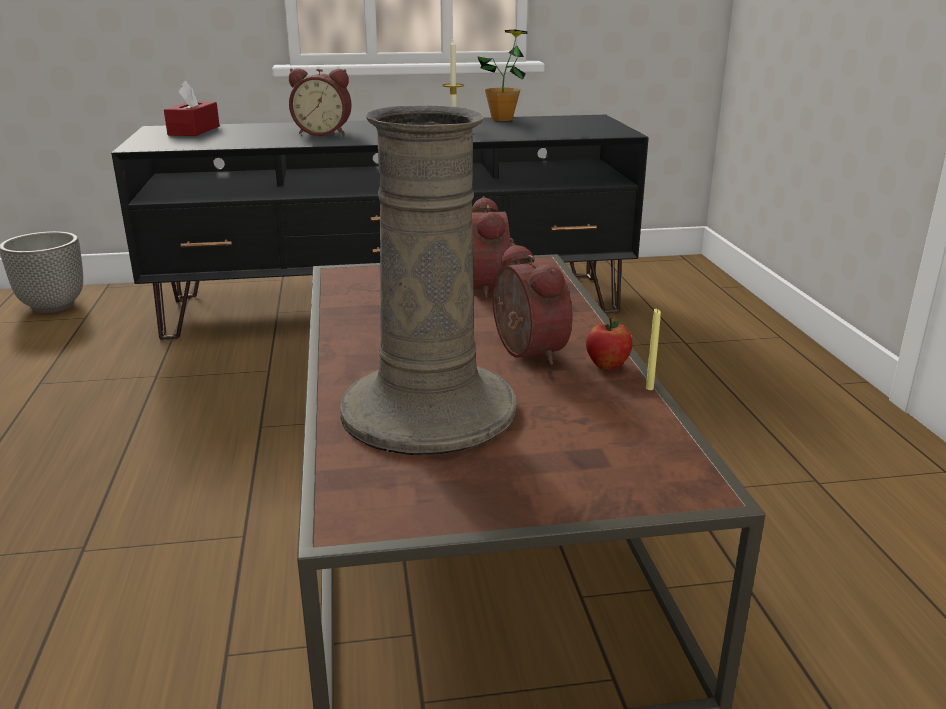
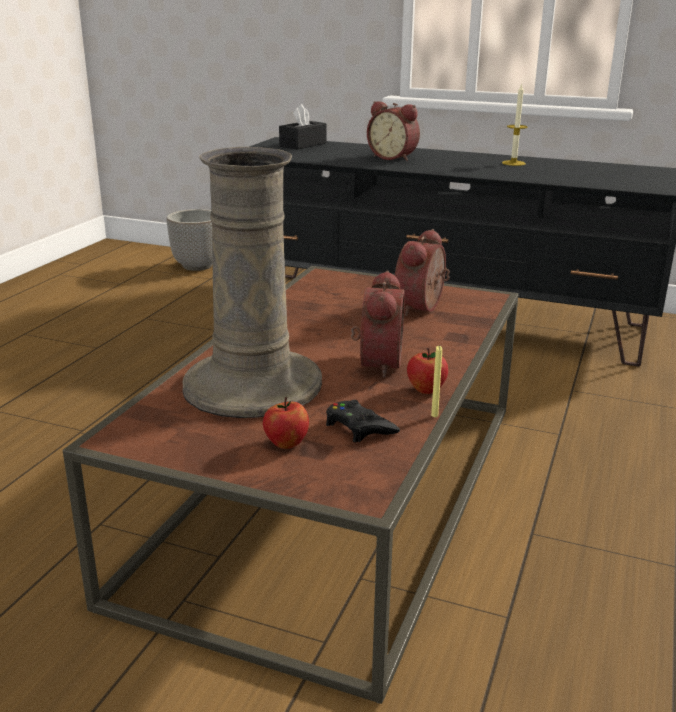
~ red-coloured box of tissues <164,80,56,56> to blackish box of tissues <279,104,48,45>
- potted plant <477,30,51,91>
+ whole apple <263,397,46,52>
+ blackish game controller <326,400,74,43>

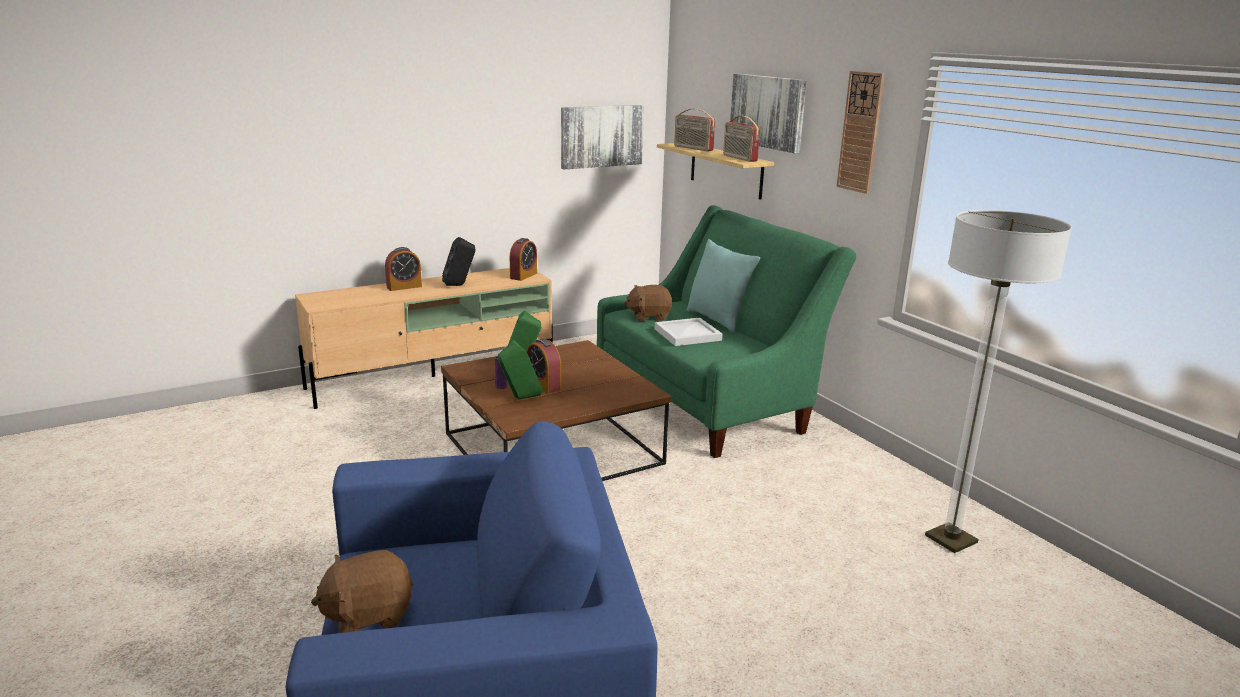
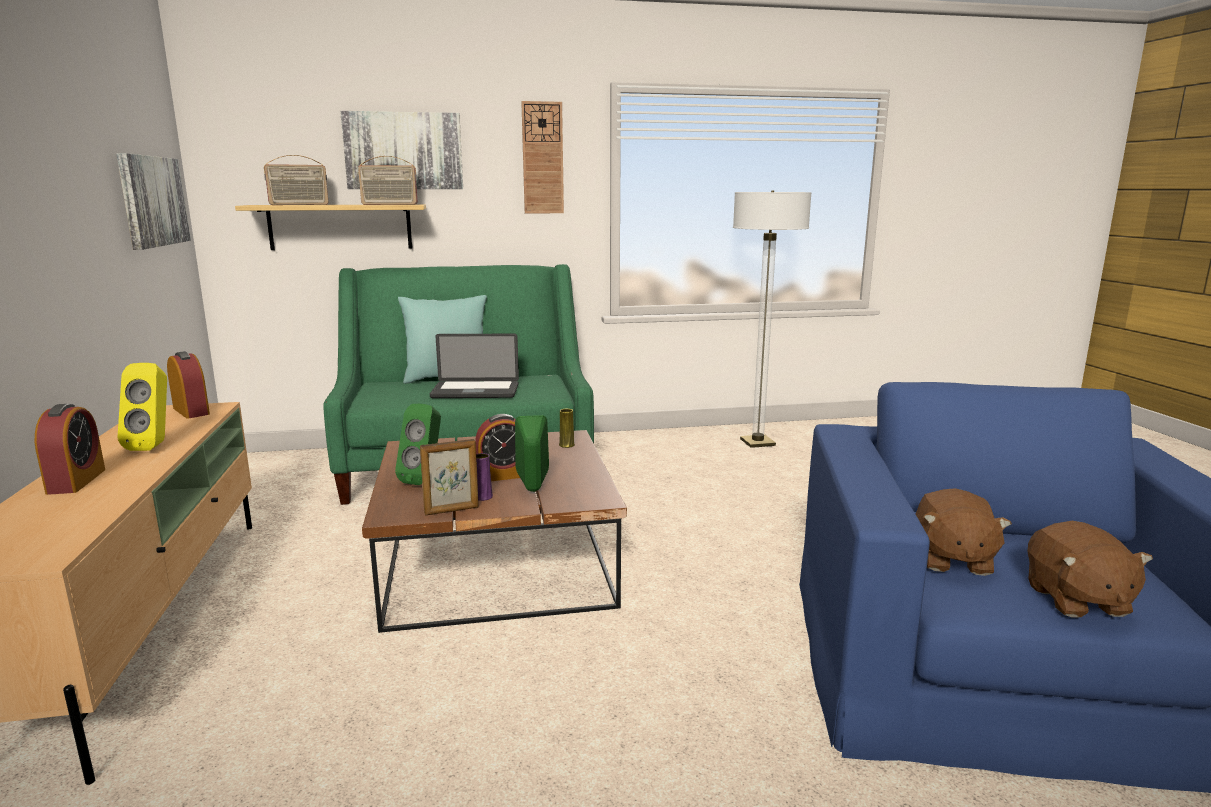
~ blackish loudspeaker <442,237,33,49> to yellow loudspeaker <118,363,49,88>
~ brown-coloured plush toy <624,285,48,36> to <916,488,96,88>
~ white tray <655,318,67,28> to portable computer <430,334,89,64>
+ photo frame <420,439,59,76>
+ yellow flower vase <559,409,16,39>

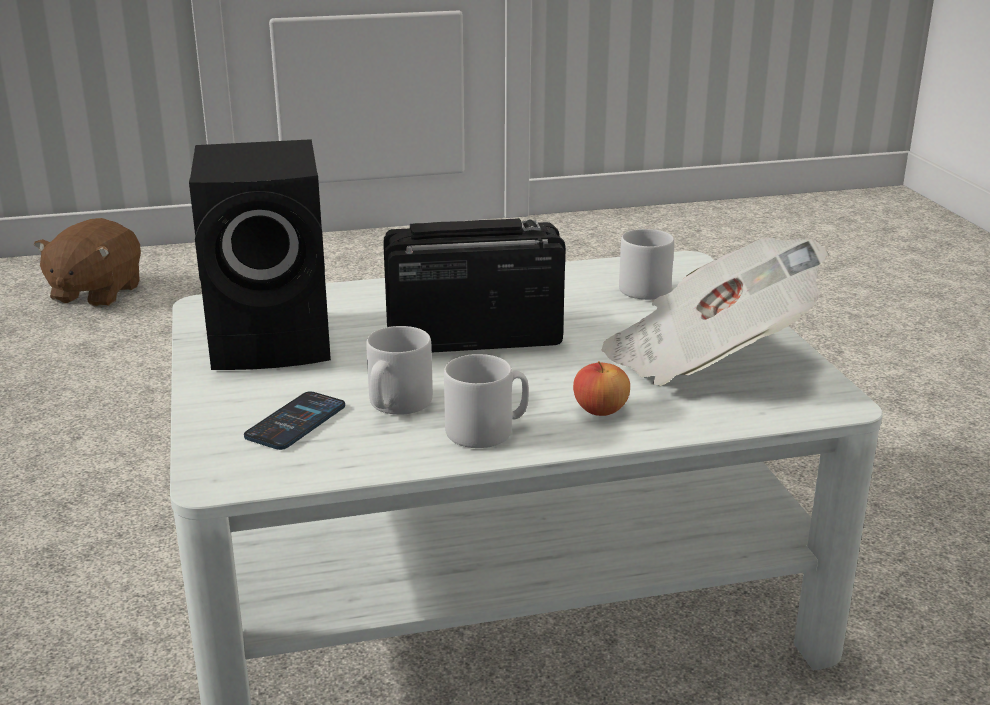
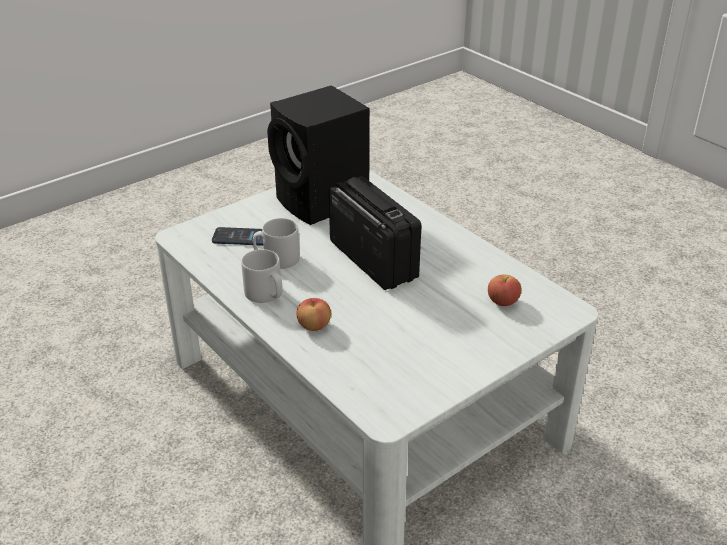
- brown-coloured plush toy <34,218,107,90>
- printed paper <602,237,227,149>
~ greyish tea mug <619,229,55,71> to whole apple <488,275,33,31>

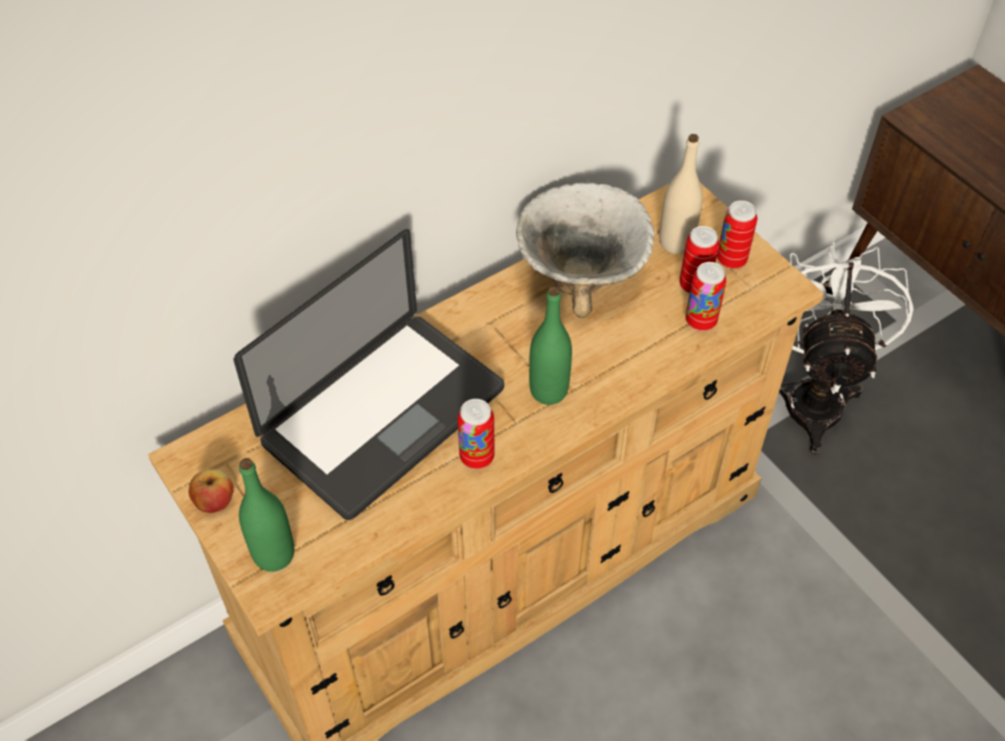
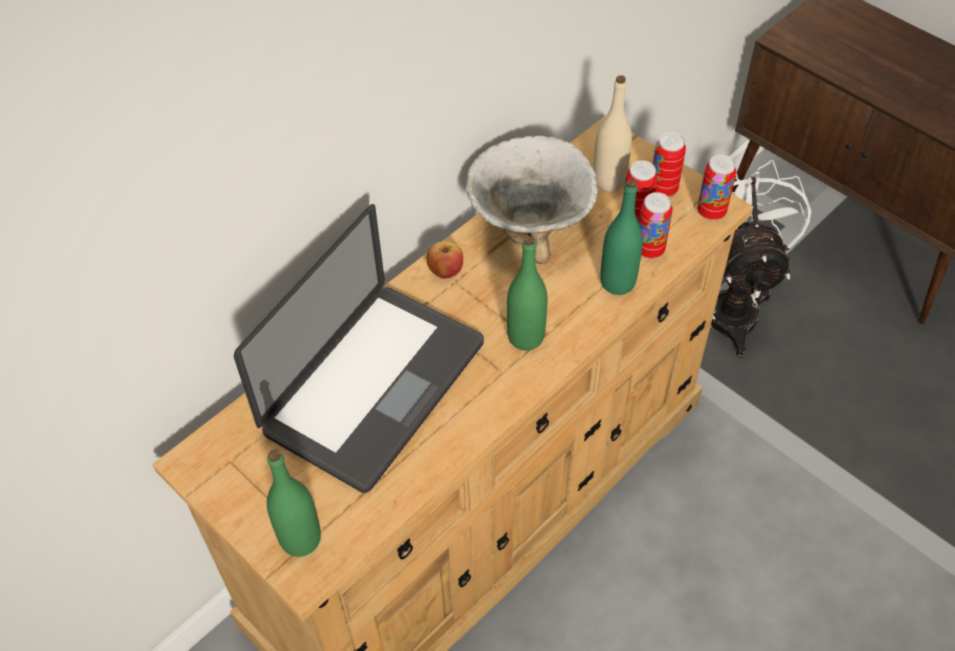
~ whole apple <189,469,44,44> to <426,241,37,38>
~ sealed can <458,399,37,70> to <697,155,39,65>
+ greenish drink bottle <600,179,43,116>

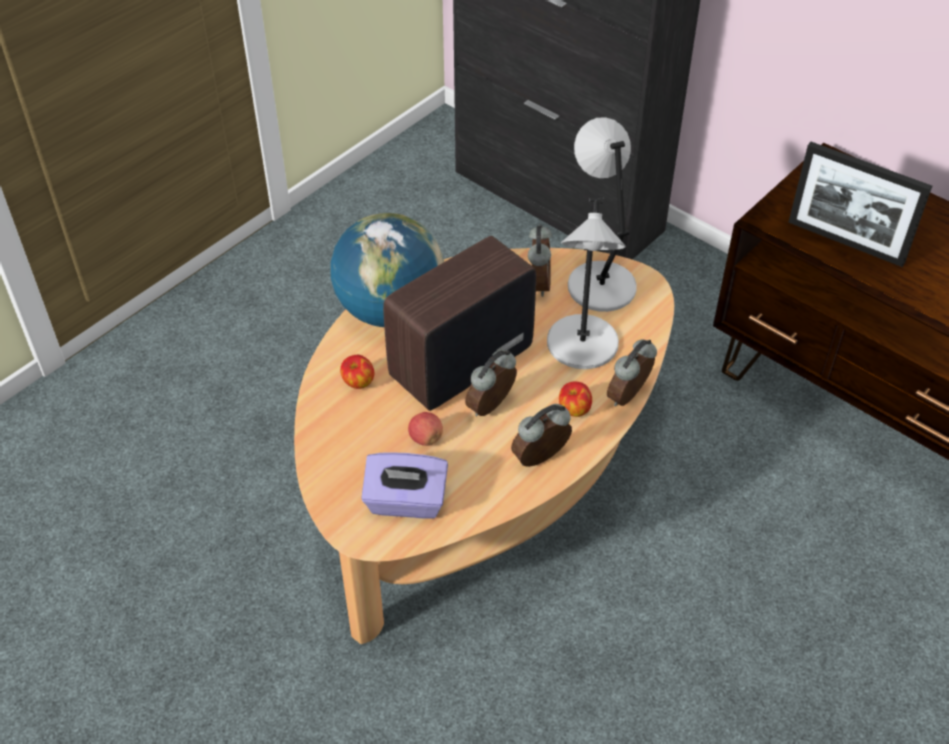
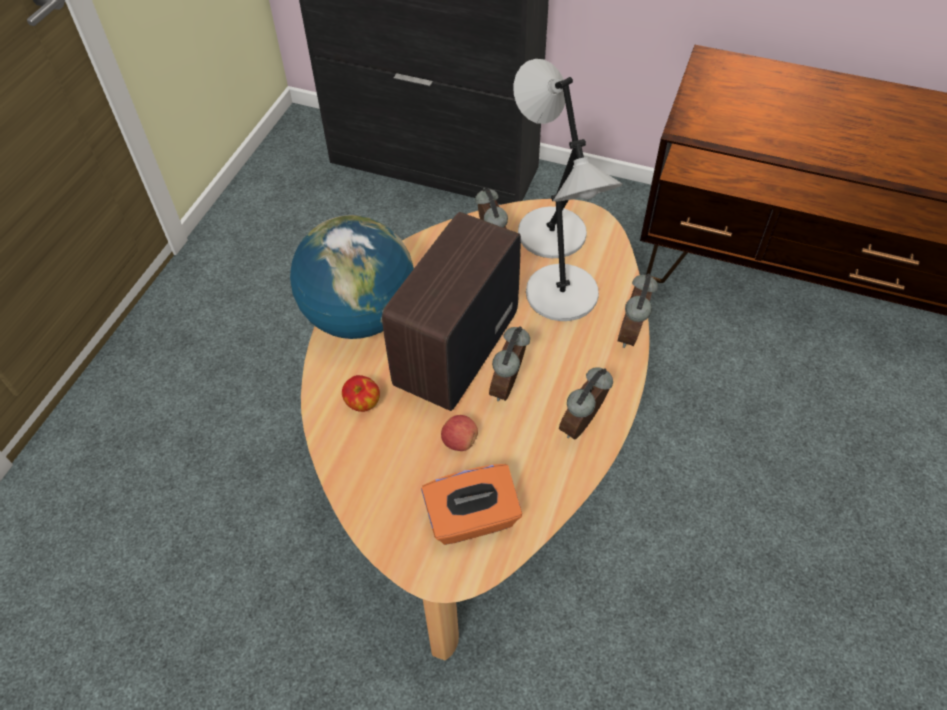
~ purple box of tissues <361,452,87,67> to orange-coloured box of tissues <421,464,101,81>
- whole apple <559,382,33,35>
- photo frame <788,142,144,125>

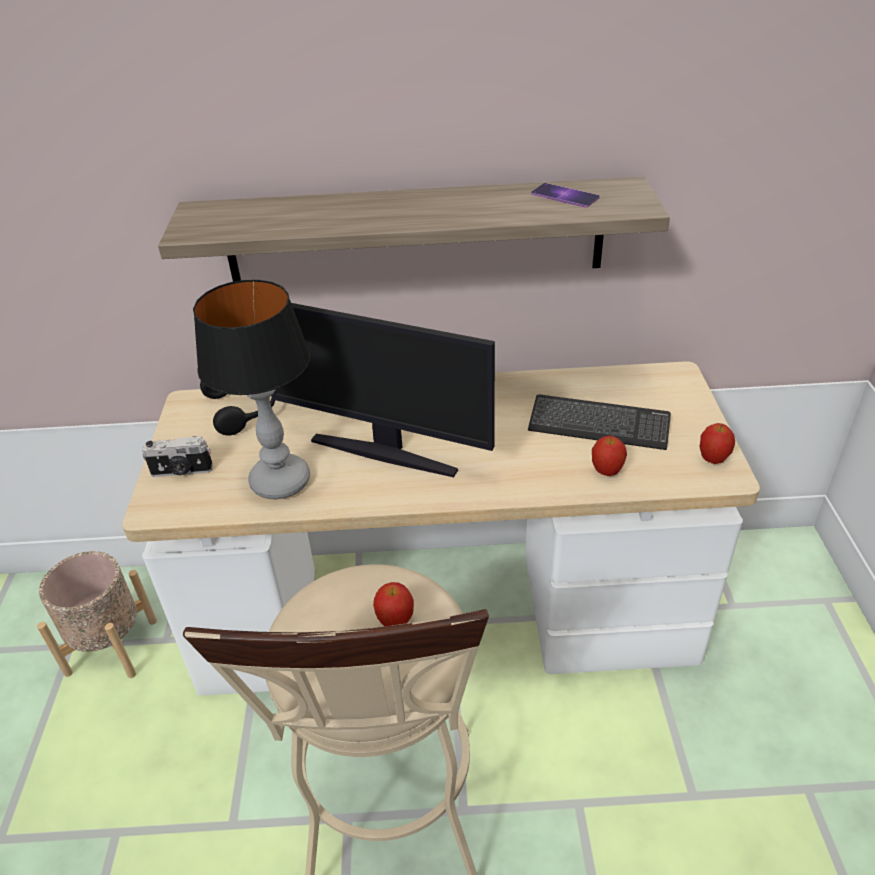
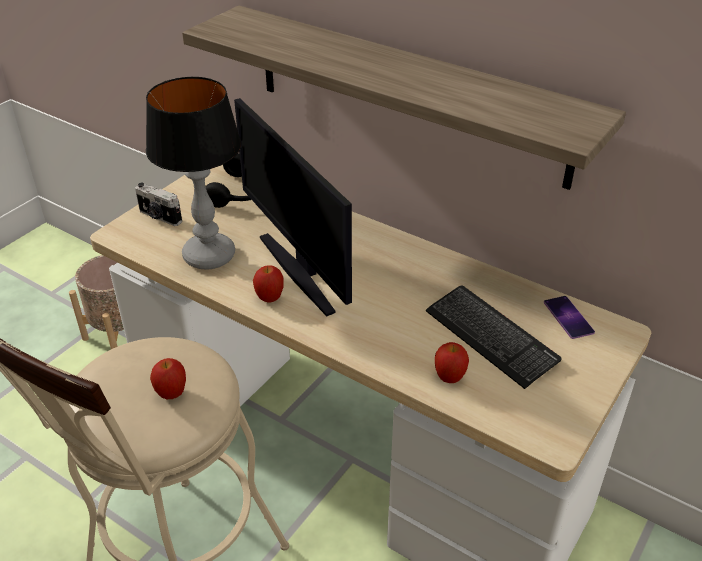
~ handset <531,183,69,25> to <544,296,51,43>
~ whole apple <699,423,36,41> to <253,265,31,38>

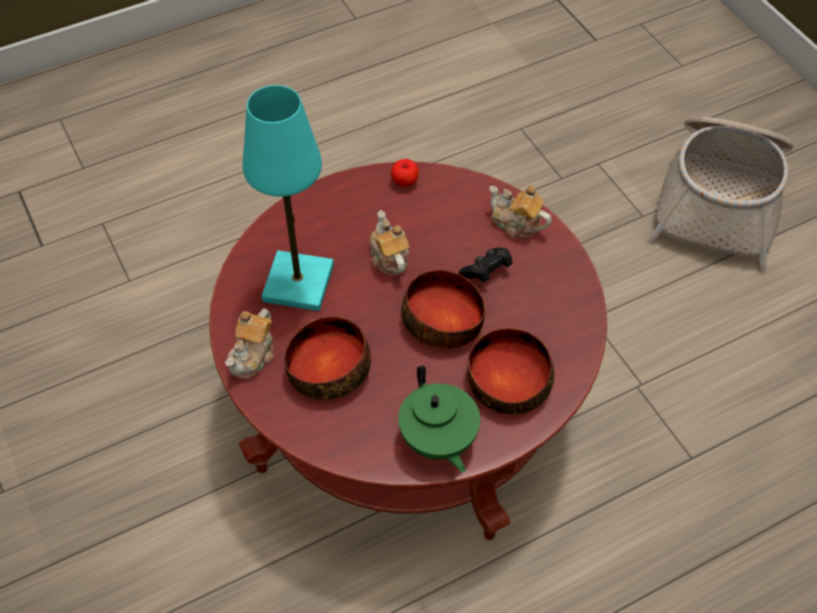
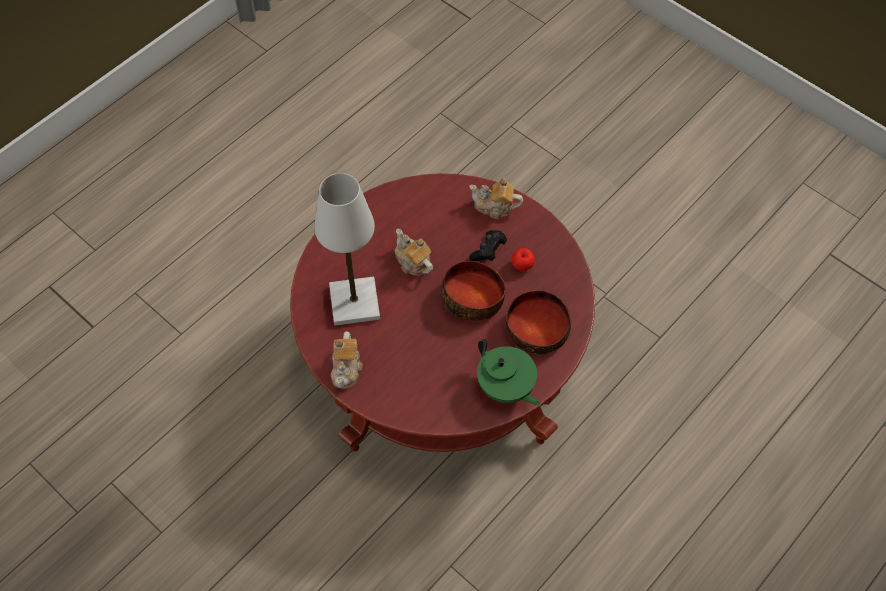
~ turquoise lamp for a table <242,85,92,226> to white lamp for a table <314,173,66,153>
- deep dish <284,316,87,84>
~ whole apple <391,159,28,28> to <511,248,24,23>
- household basket <648,117,146,154>

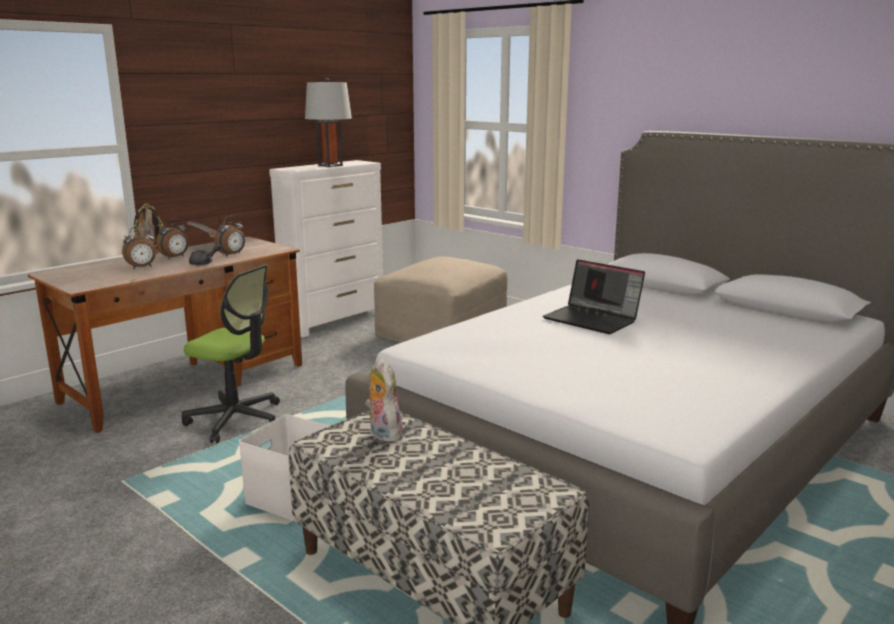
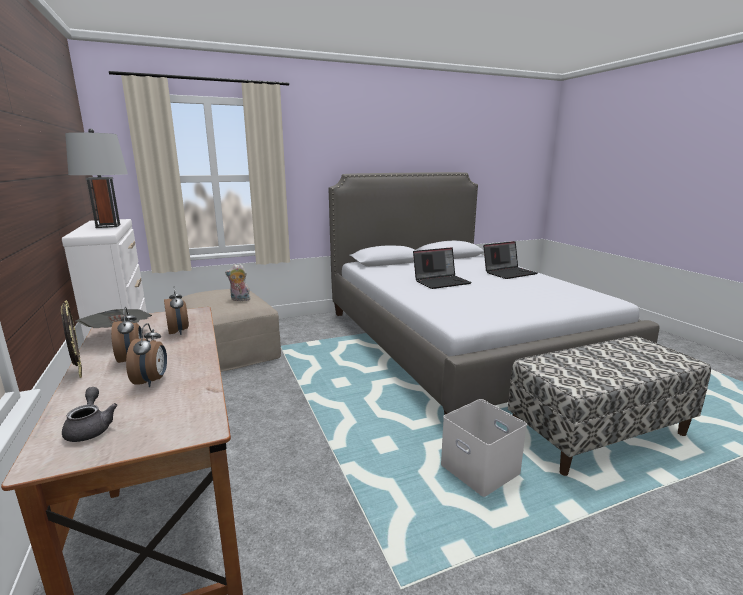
- office chair <182,264,98,179>
~ greyish tea pot <189,243,32,22> to <62,387,56,55>
~ plush toy <365,358,37,84> to <225,264,26,37>
+ portable computer <483,241,55,38>

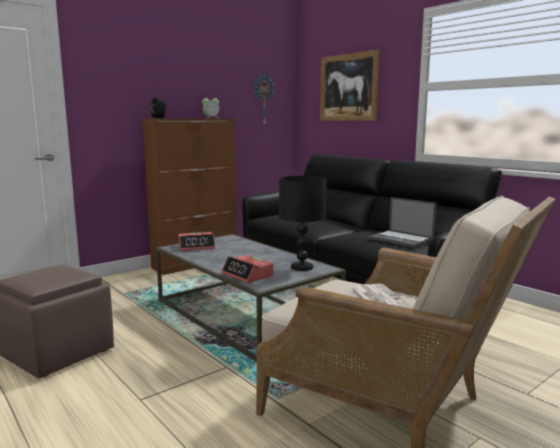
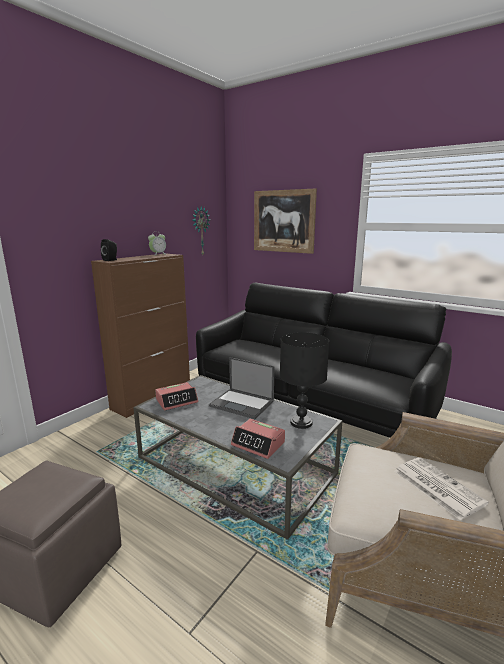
~ portable computer <368,197,68,51> to <209,357,65,62>

